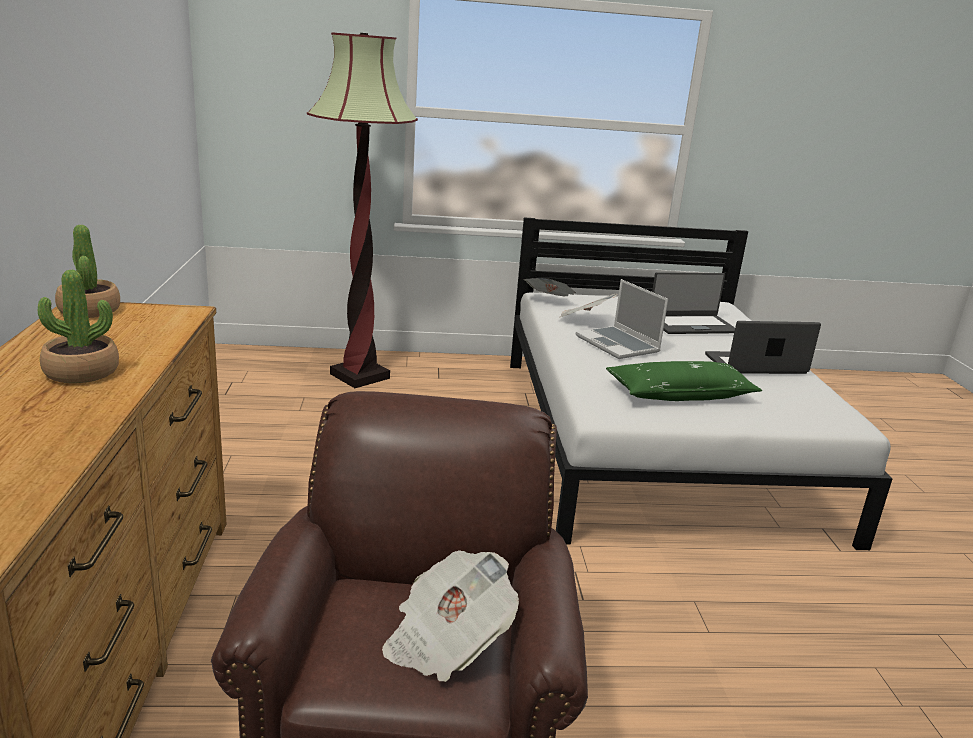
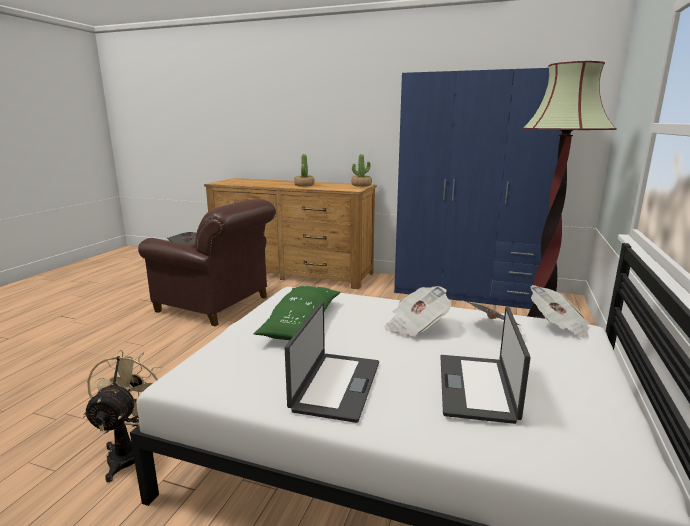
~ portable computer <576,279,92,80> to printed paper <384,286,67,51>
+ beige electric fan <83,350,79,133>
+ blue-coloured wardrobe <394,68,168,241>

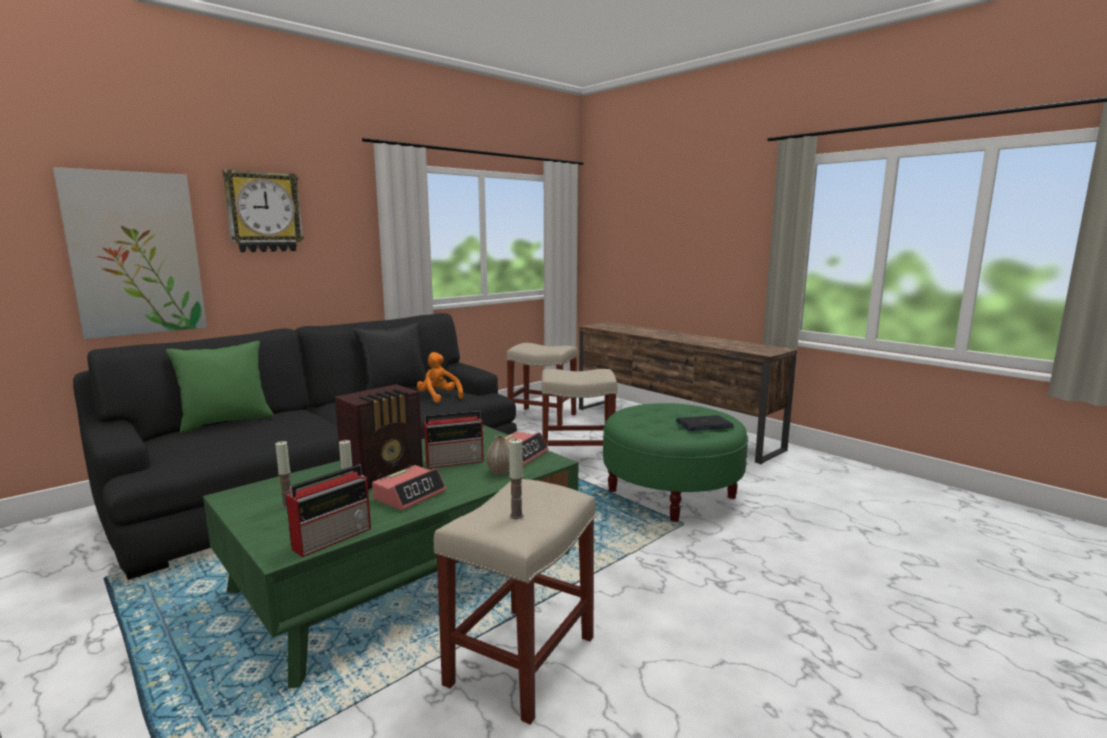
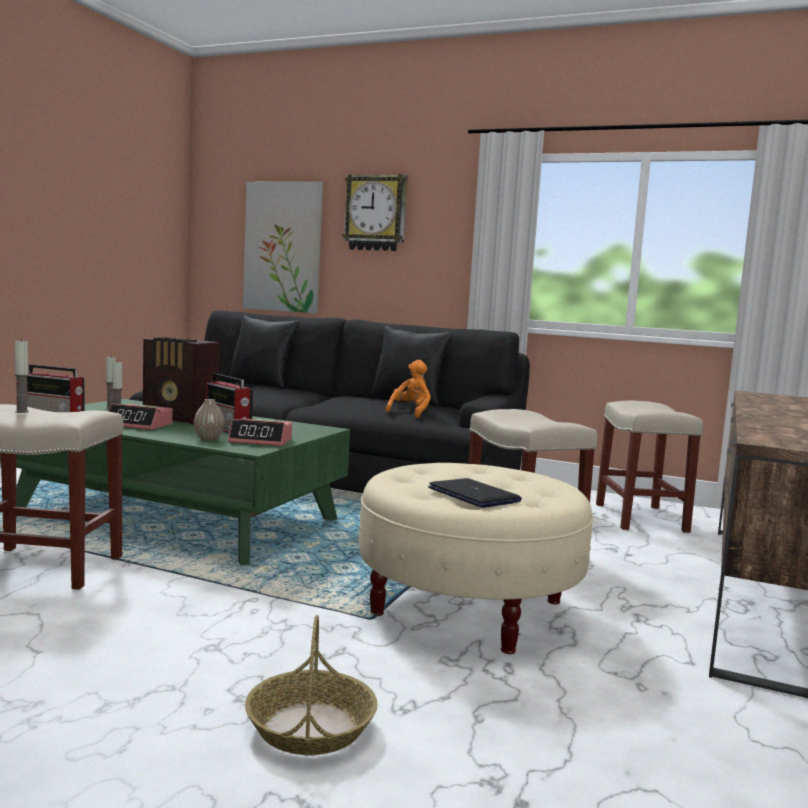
~ greenish cushion <166,341,108,92> to blackish cushion <228,315,72,74>
~ greenish ottoman <603,403,145,119> to beige ottoman <359,463,234,191>
+ household basket <245,615,133,140>

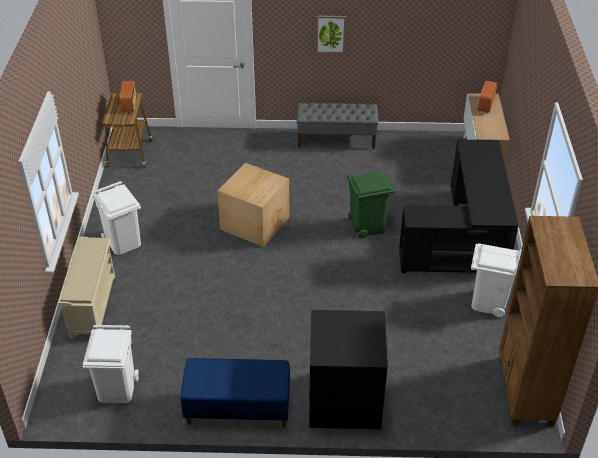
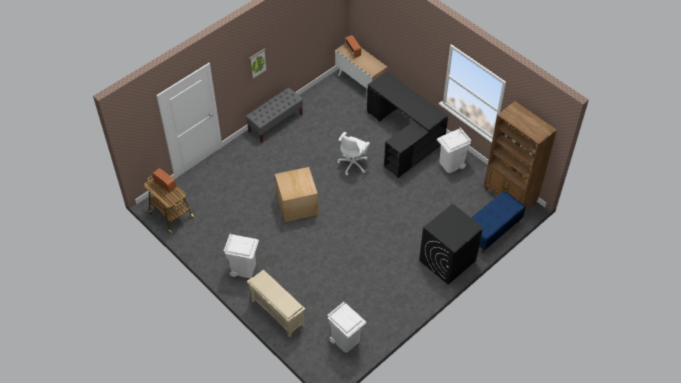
~ blue-coloured long seat <180,358,110,69> to <471,191,54,62>
~ greenish trash can <347,171,50,68> to white office chair <337,132,33,43>

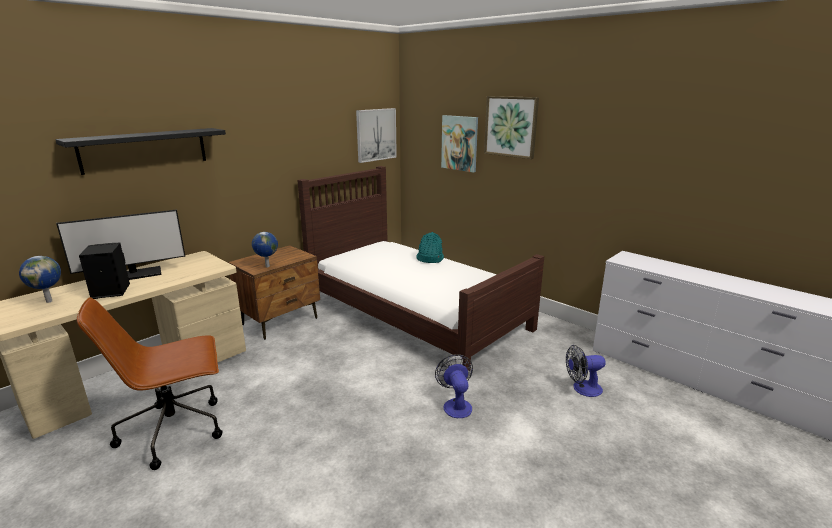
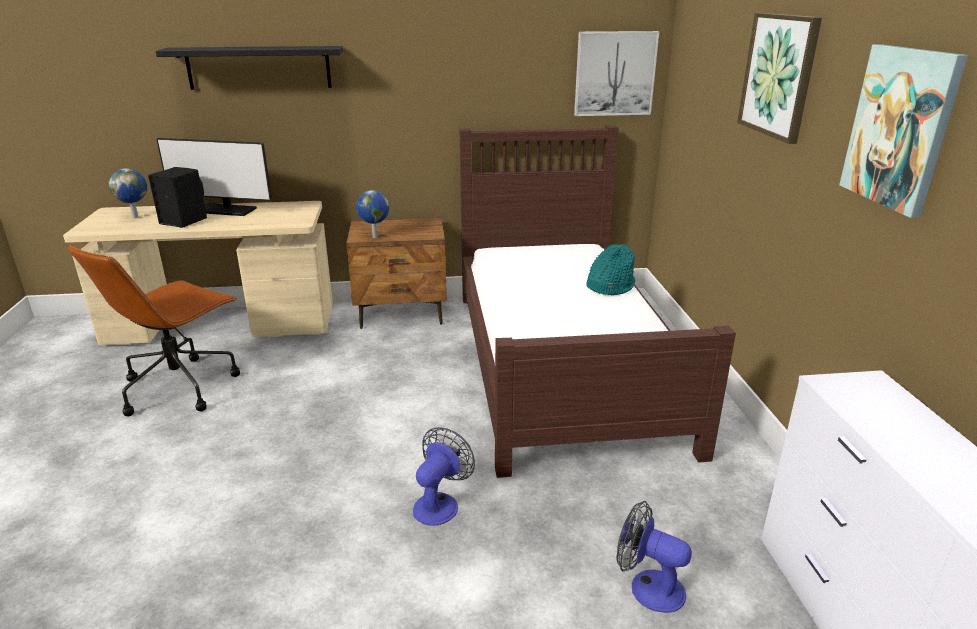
~ brown-coloured office chair <77,297,145,173> = <68,245,172,171> 75 degrees counterclockwise
~ wall picture <441,115,37,57> to <839,44,129,174>

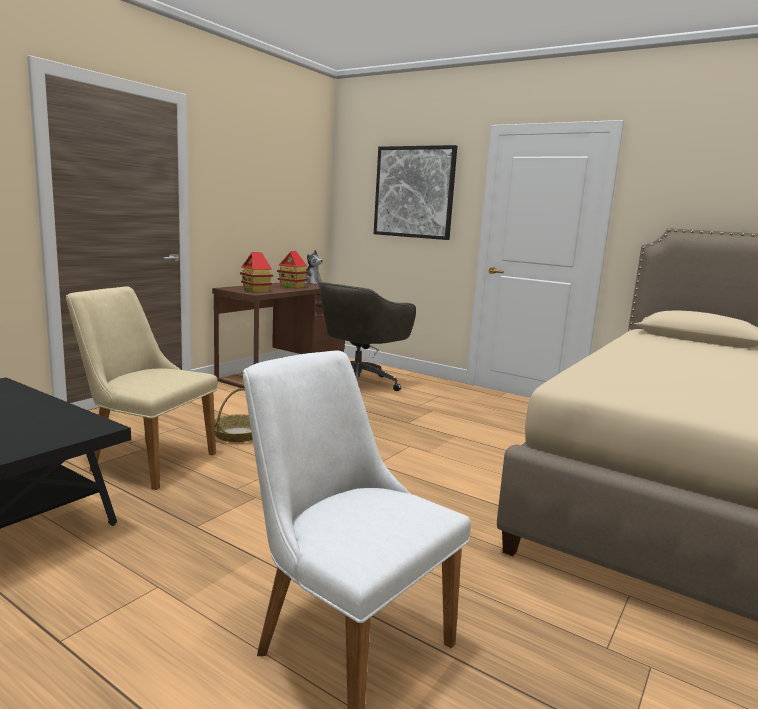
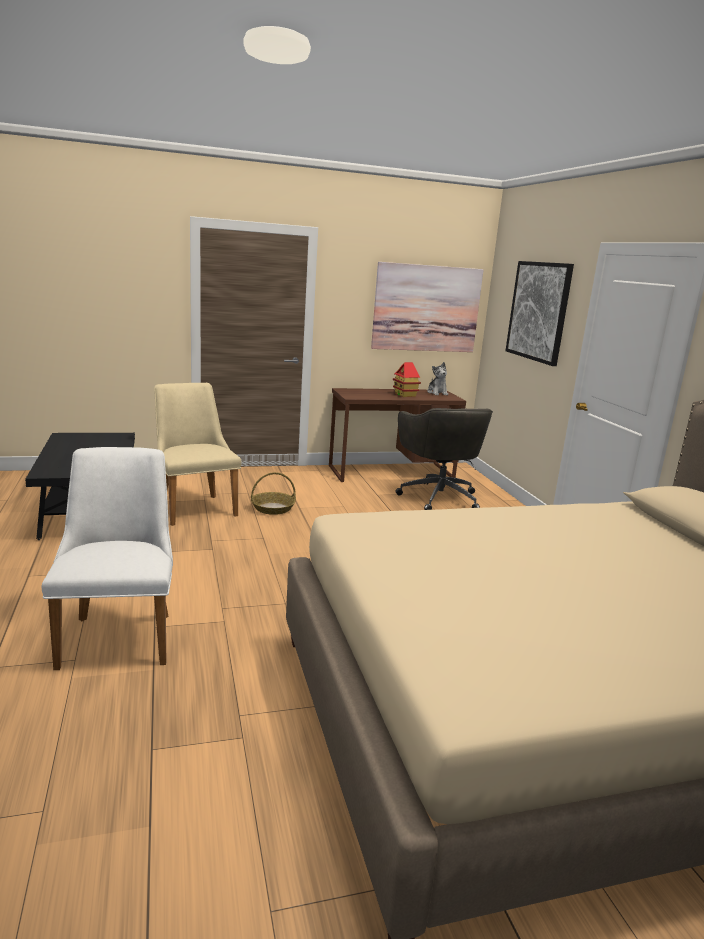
- miniature house <240,252,33,41>
~ greyish office chair <319,282,97,109> = <396,408,97,102> 90 degrees counterclockwise
+ wall picture <371,262,113,90>

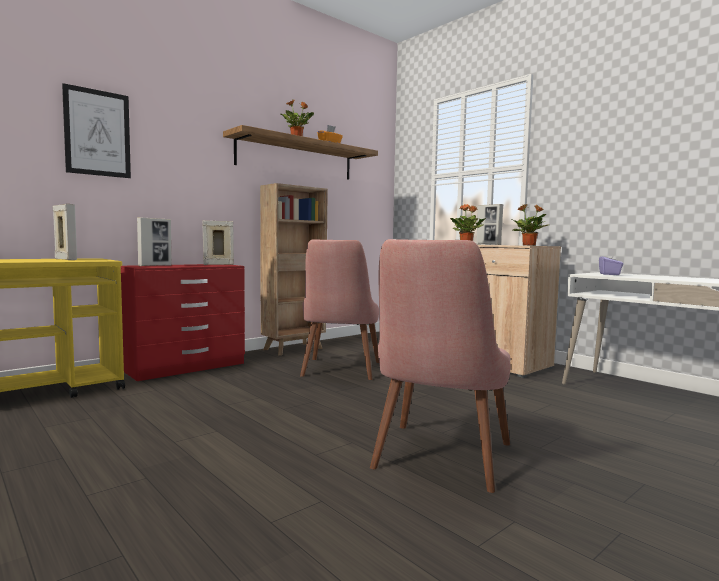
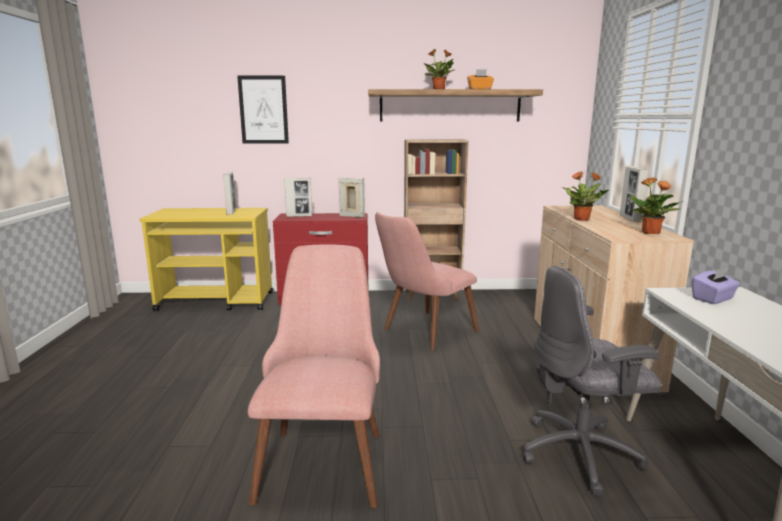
~ pink-coloured upright chair <370,239,141,254> = <248,244,132,264> 120 degrees clockwise
+ greyish office chair <523,266,139,230>

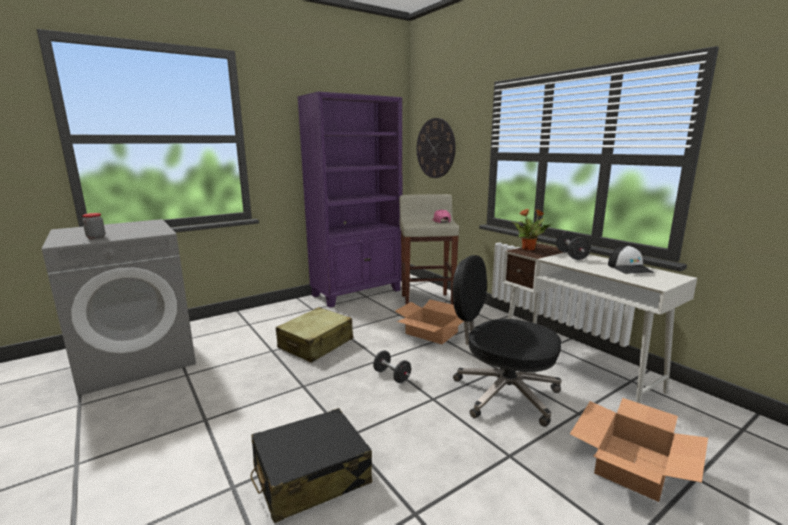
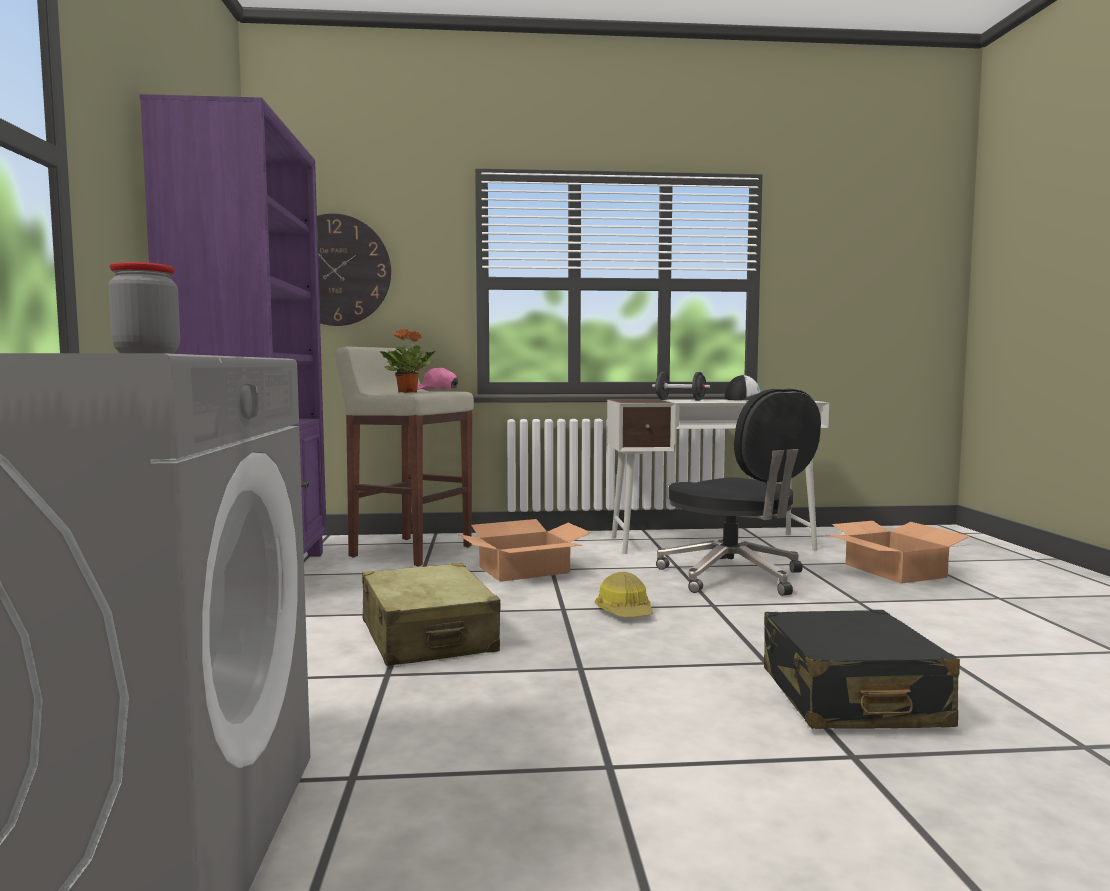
~ blackish free weight <373,350,38,33> to hard hat <595,572,58,45>
~ blackish office chair <452,255,109,172> = <656,389,165,207> 90 degrees counterclockwise
~ potted plant <512,209,39,42> to <380,329,56,64>

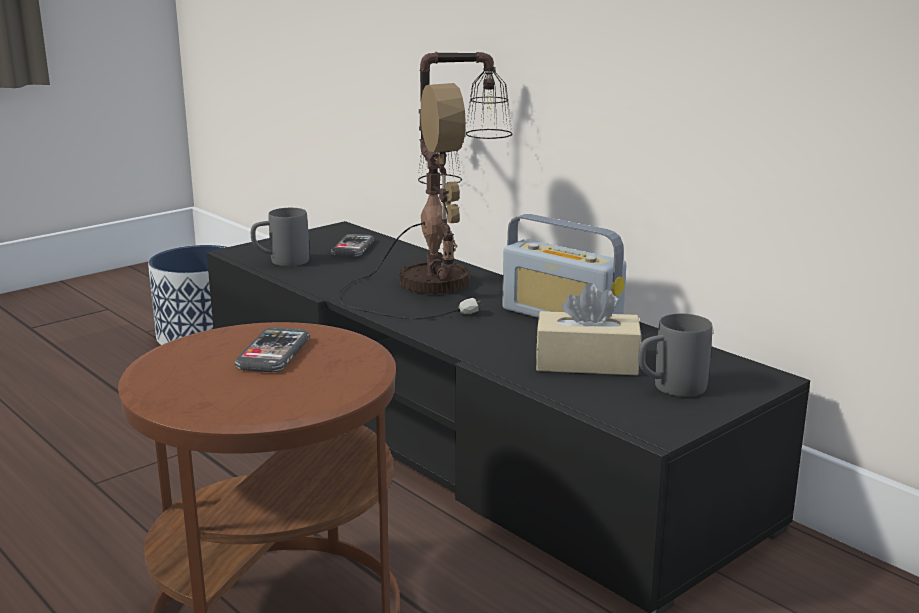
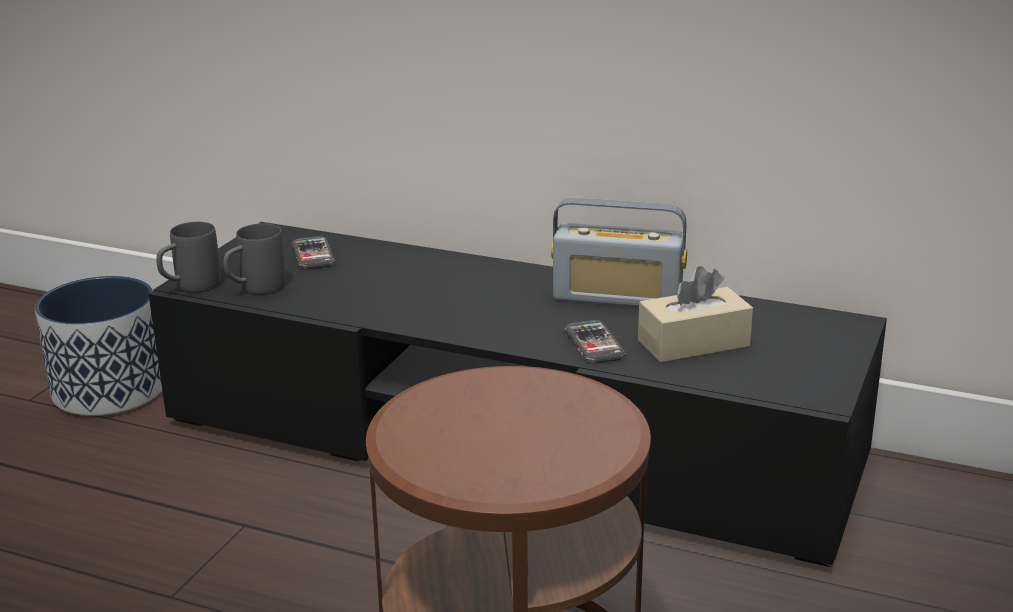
~ handset <235,327,75,45> to <565,320,61,43>
- lamp for a table <338,52,175,267>
~ greyish tea mug <638,314,74,83> to <156,222,65,70>

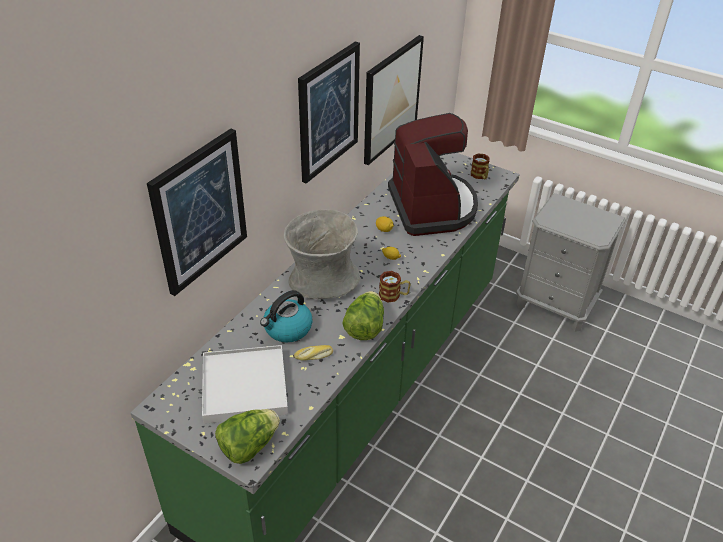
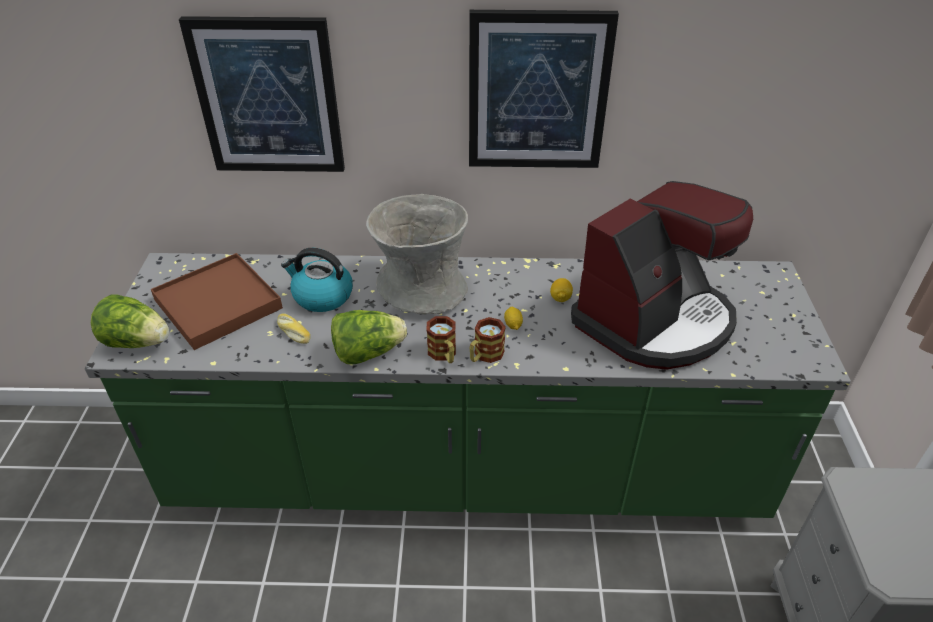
~ white tray <202,345,86,79> to brown-coloured tray <151,253,132,97>
- wall picture <364,35,60,130>
~ tea mug <471,154,19,26> to <470,317,36,46>

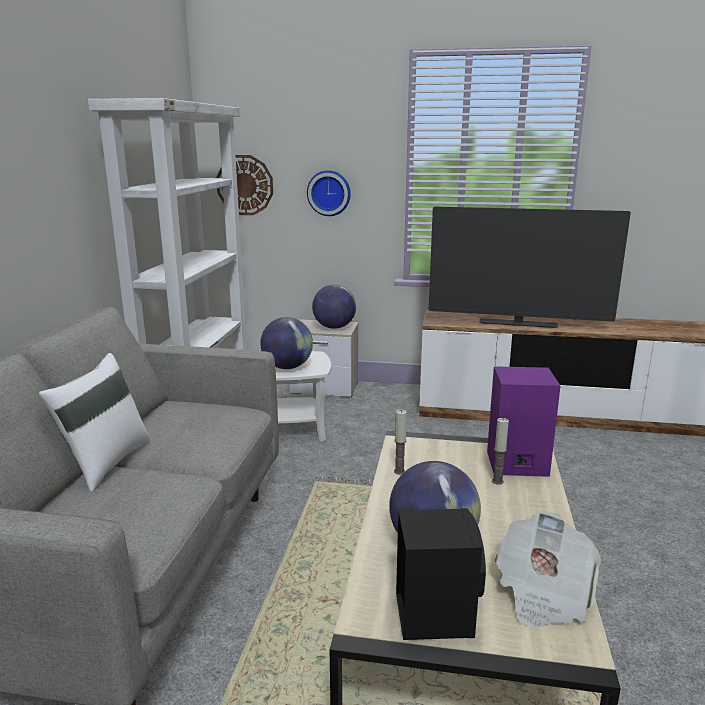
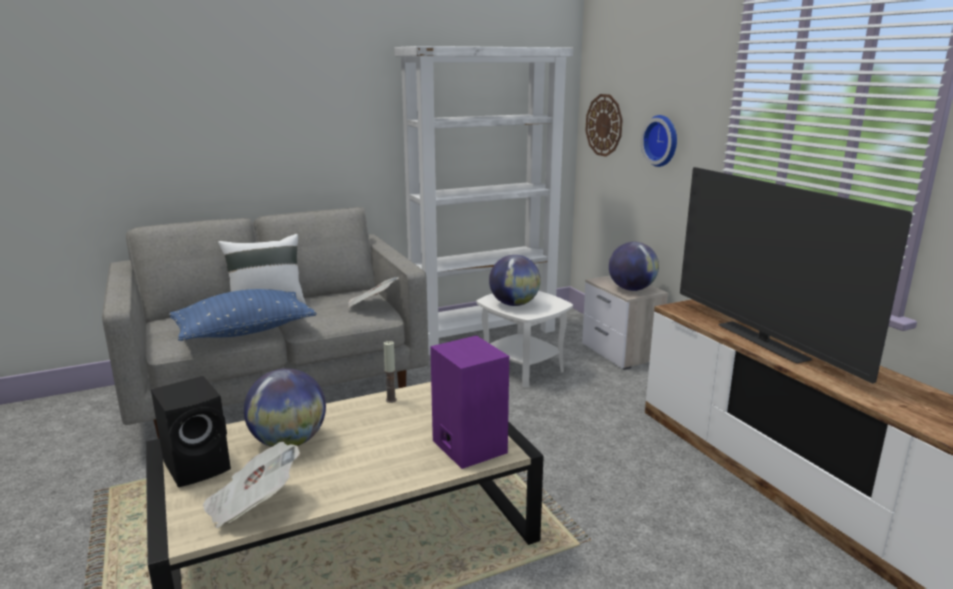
- wax candle <492,418,17,67>
+ blue-coloured cushion <169,289,148,52>
+ printed paper <348,277,51,31>

